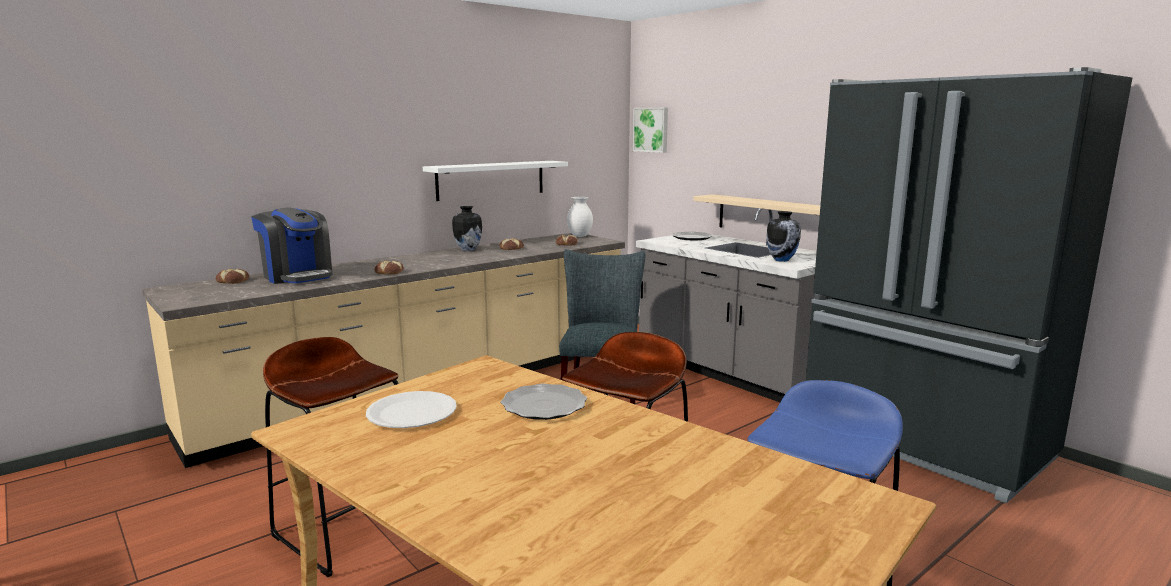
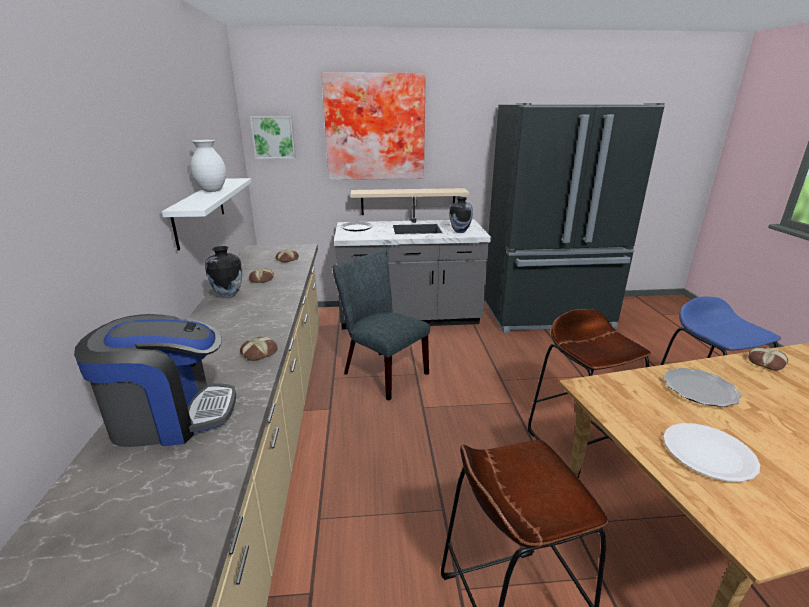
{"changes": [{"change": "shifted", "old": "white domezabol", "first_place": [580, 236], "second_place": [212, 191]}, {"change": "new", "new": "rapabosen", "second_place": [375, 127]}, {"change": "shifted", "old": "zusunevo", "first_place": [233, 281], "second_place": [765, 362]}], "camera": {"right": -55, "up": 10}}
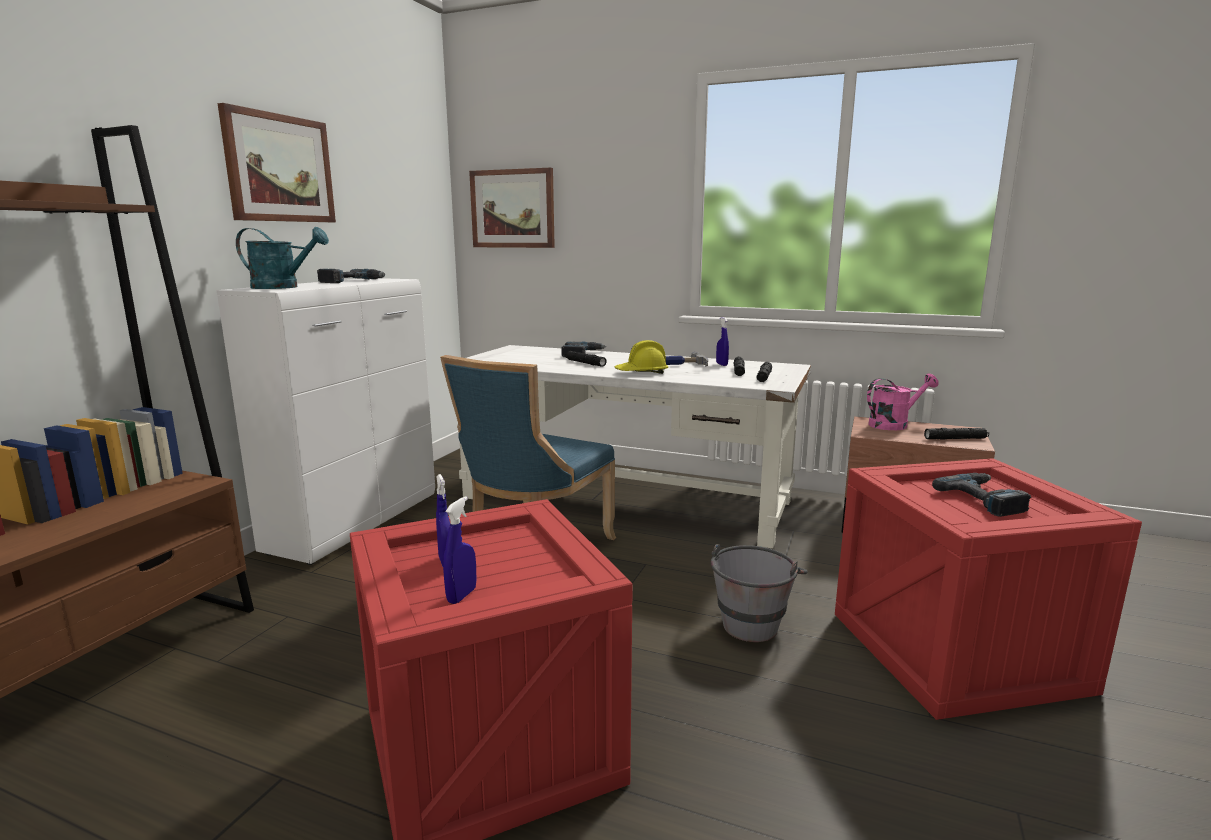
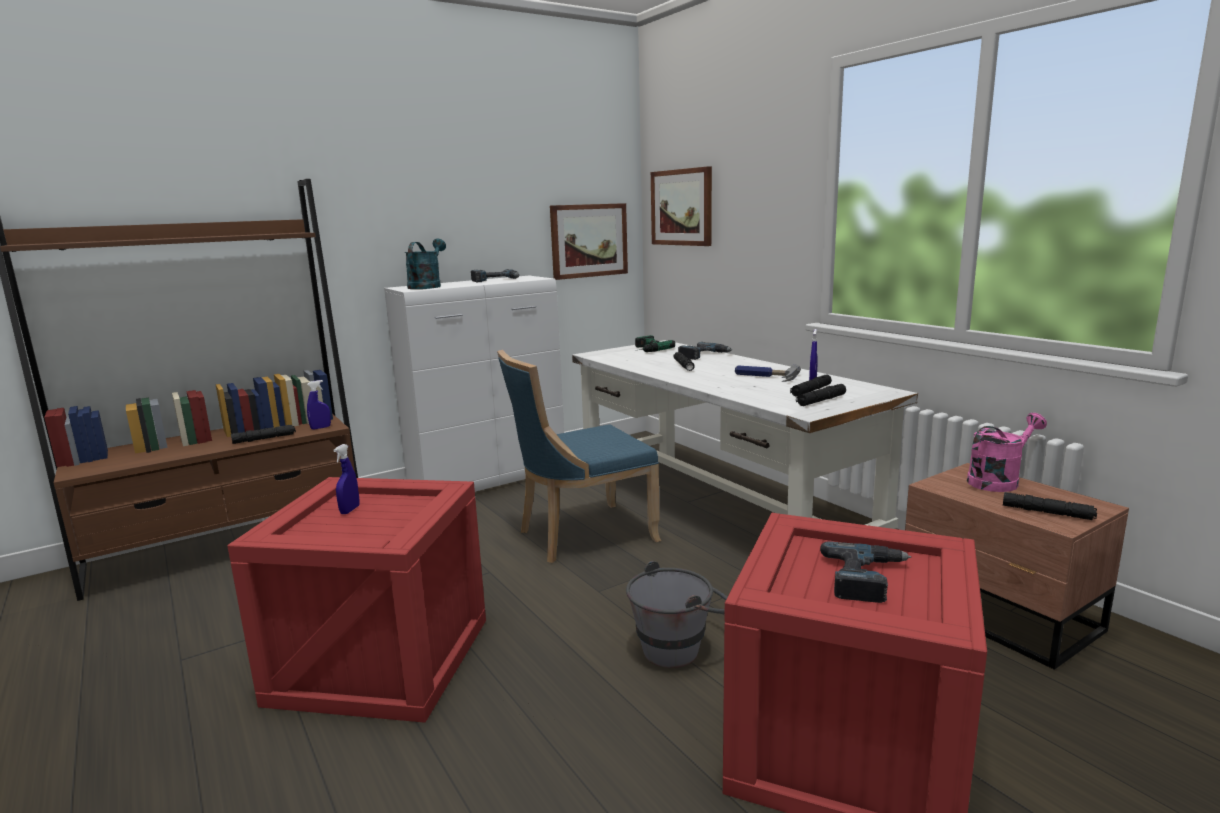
{"changes": [{"change": "new", "new": "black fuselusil", "second_place": [264, 439]}, {"change": "shifted", "old": "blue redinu", "first_place": [461, 595], "second_place": [320, 428]}, {"change": "rotated", "old": "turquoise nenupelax", "first_place": [283, 287], "second_place": [427, 286], "degrees": -120}, {"change": "shifted", "old": "rapabosen", "first_place": [279, 168], "second_place": [589, 240]}, {"change": "new", "new": "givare", "second_place": [645, 349]}, {"change": "rotated", "old": "pink nenupelax", "first_place": [894, 424], "second_place": [998, 481], "degrees": -45}, {"change": "gone", "old": "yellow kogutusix", "first_place": [641, 372]}], "camera": {"right": 35, "up": 0}}
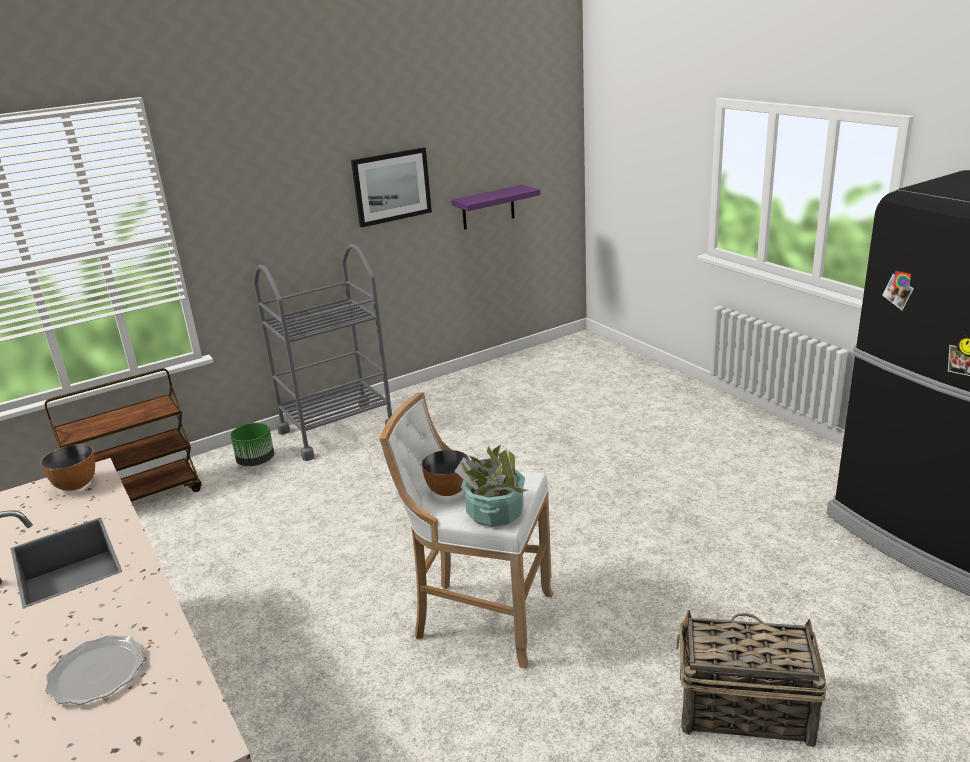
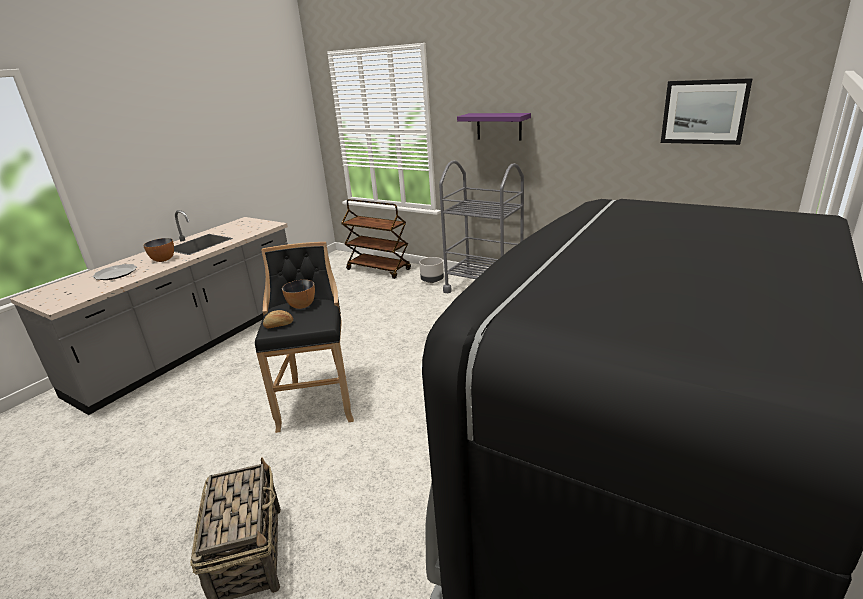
{"changes": [{"change": "shifted", "old": "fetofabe", "first_place": [76, 485], "second_place": [163, 260]}, {"change": "repainted", "old": "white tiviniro", "new": "black tiviniro", "first_place": [479, 618], "second_place": [317, 400]}, {"change": "swapped", "old": "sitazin", "new": "zusunevo", "first_place": [495, 512], "second_place": [279, 325]}, {"change": "repainted", "old": "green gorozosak", "new": "grey gorozosak", "first_place": [256, 461], "second_place": [432, 280]}, {"change": "shifted", "old": "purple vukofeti", "first_place": [488, 207], "second_place": [499, 126]}, {"change": "shifted", "old": "rapabosen", "first_place": [391, 186], "second_place": [704, 112]}], "camera": {"right": 65, "up": 0}}
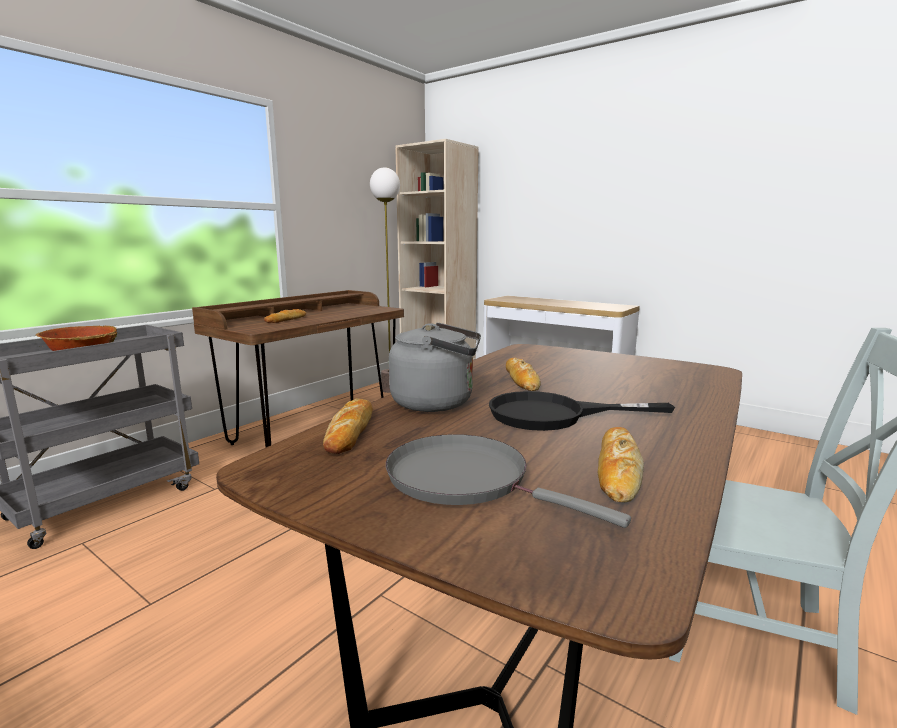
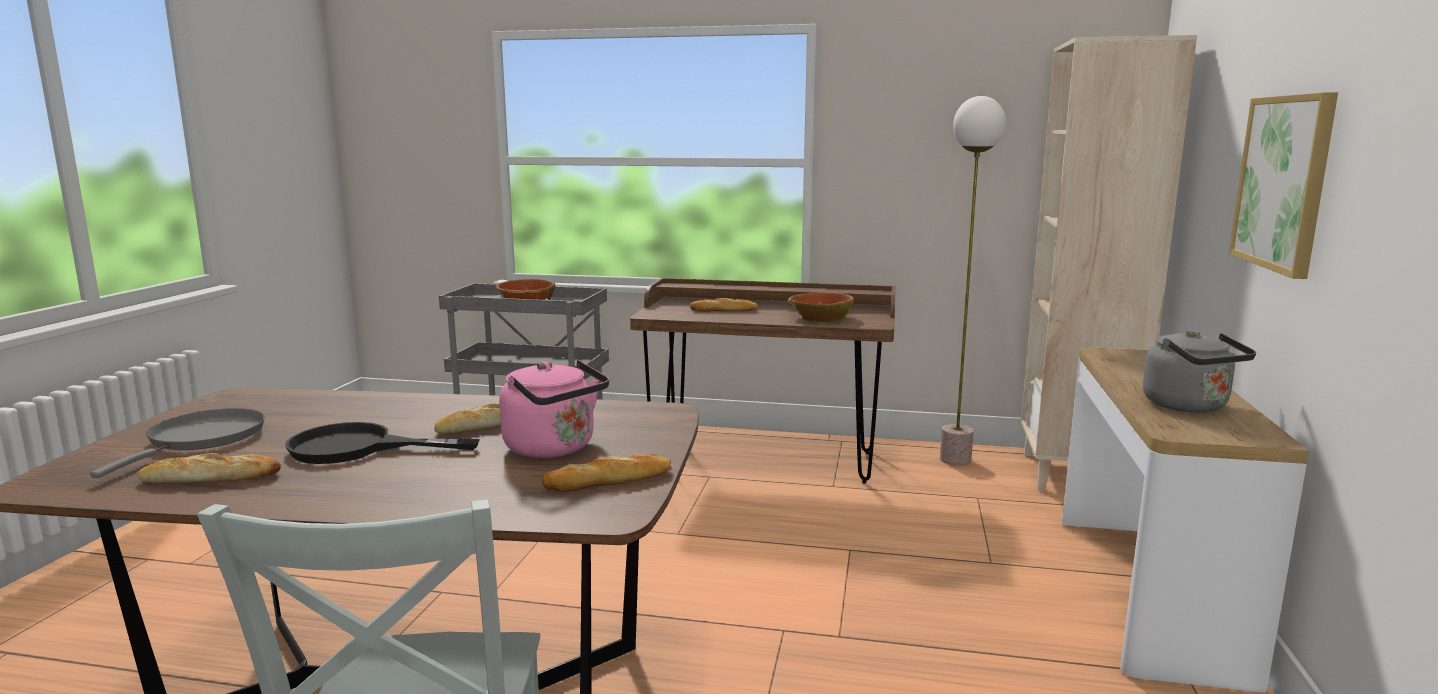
{"changes": [{"change": "rotated", "old": "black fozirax", "first_place": [554, 415], "second_place": [358, 448], "degrees": -60}, {"change": "new", "new": "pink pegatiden", "second_place": [554, 448]}, {"change": "shifted", "old": "zusunevo", "first_place": [350, 431], "second_place": [609, 480]}, {"change": "new", "new": "fetofabe", "second_place": [820, 317]}, {"change": "shifted", "old": "grey pegatiden", "first_place": [438, 403], "second_place": [1189, 406]}, {"change": "new", "new": "rapabosen", "second_place": [1284, 182]}], "camera": {"right": 65, "up": 0}}
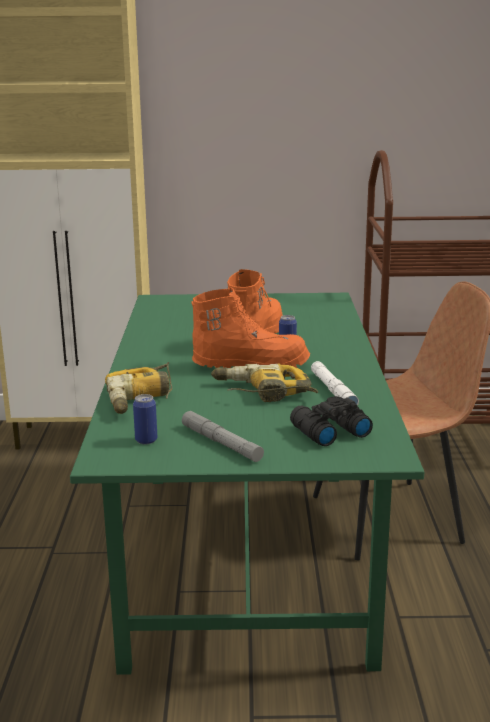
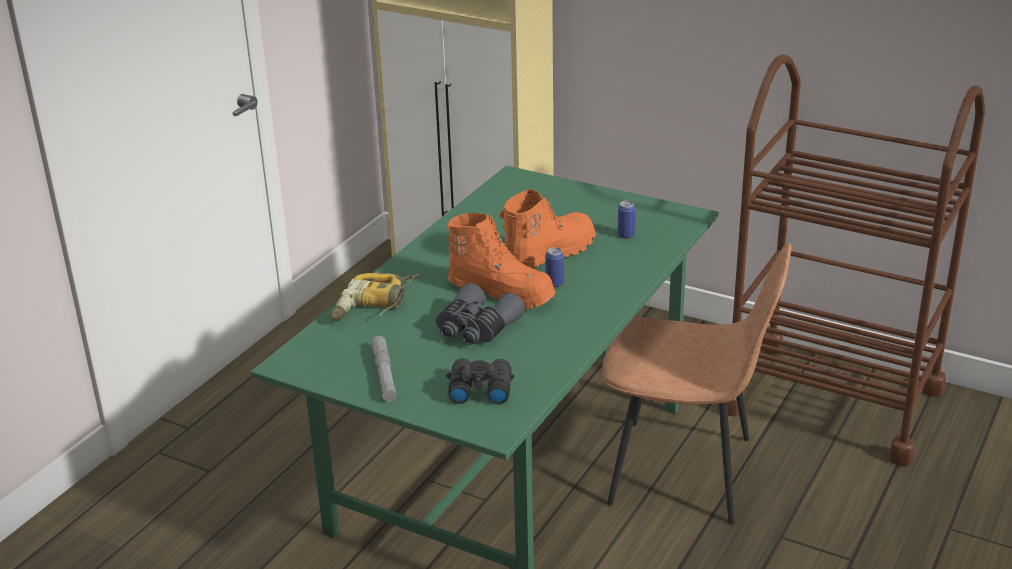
{"changes": [{"change": "swapped", "old": "givare", "new": "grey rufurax", "first_place": [263, 393], "second_place": [476, 329]}, {"change": "shifted", "old": "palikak", "first_place": [146, 440], "second_place": [626, 235]}, {"change": "gone", "old": "white fuselusil", "first_place": [333, 390]}], "camera": {"right": 30, "up": 10}}
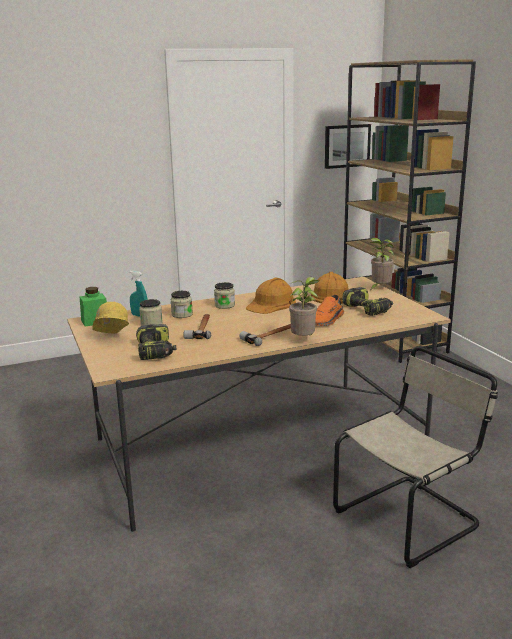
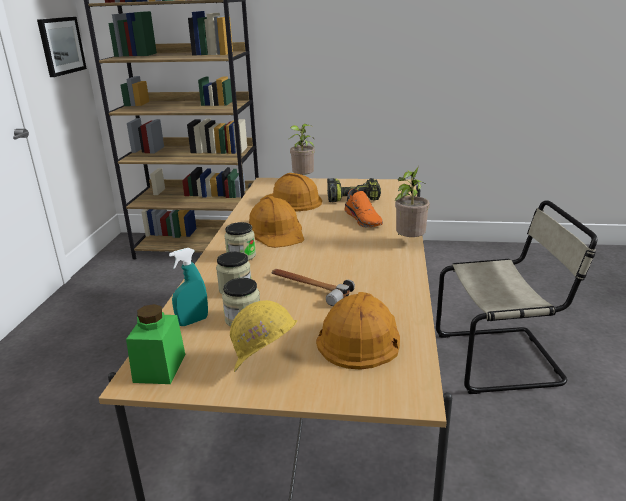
{"changes": [{"change": "swapped", "old": "givare", "new": "orange kogutusix", "first_place": [156, 351], "second_place": [360, 337]}, {"change": "rotated", "old": "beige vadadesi", "first_place": [410, 517], "second_place": [502, 359], "degrees": 90}, {"change": "gone", "old": "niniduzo", "first_place": [271, 335]}], "camera": {"right": -60, "up": 5}}
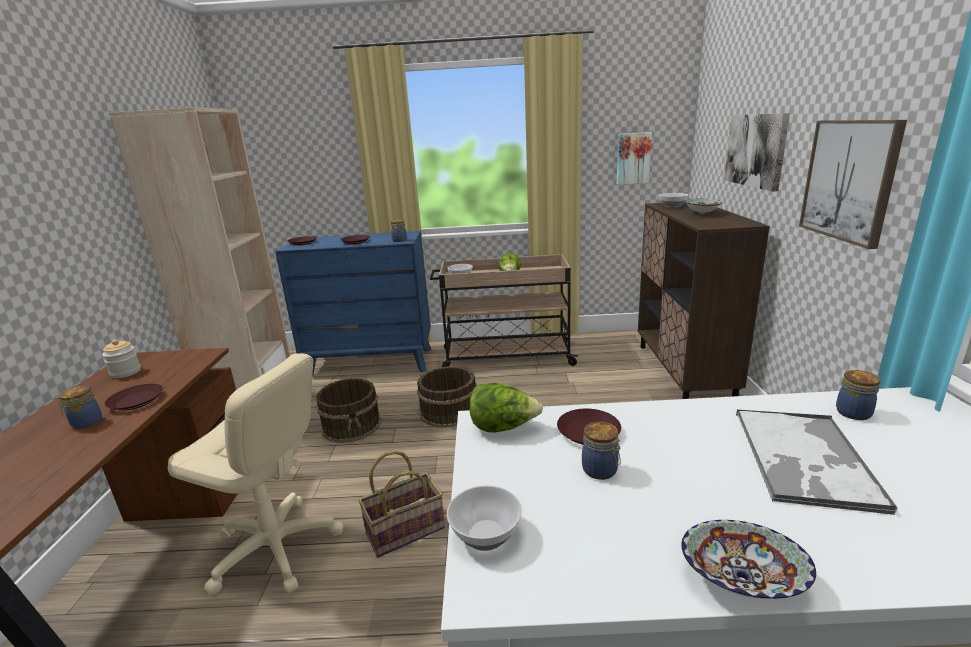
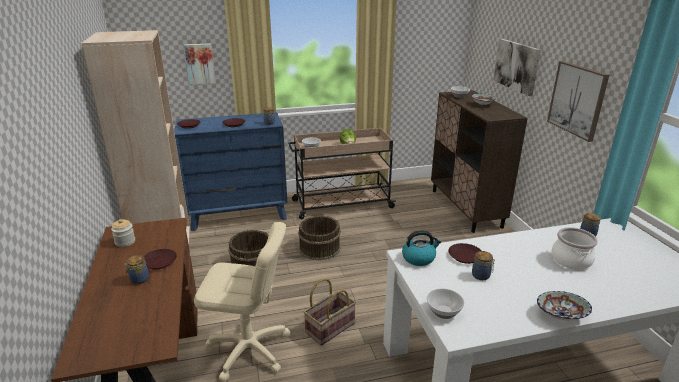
{"changes": [{"change": "shifted", "old": "rapabosen", "first_place": [633, 158], "second_place": [200, 63]}, {"change": "swapped", "old": "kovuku", "new": "pegatiden", "first_place": [503, 428], "second_place": [419, 258]}, {"change": "swapped", "old": "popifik", "new": "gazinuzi", "first_place": [804, 458], "second_place": [571, 260]}], "camera": {"right": -15, "up": 5}}
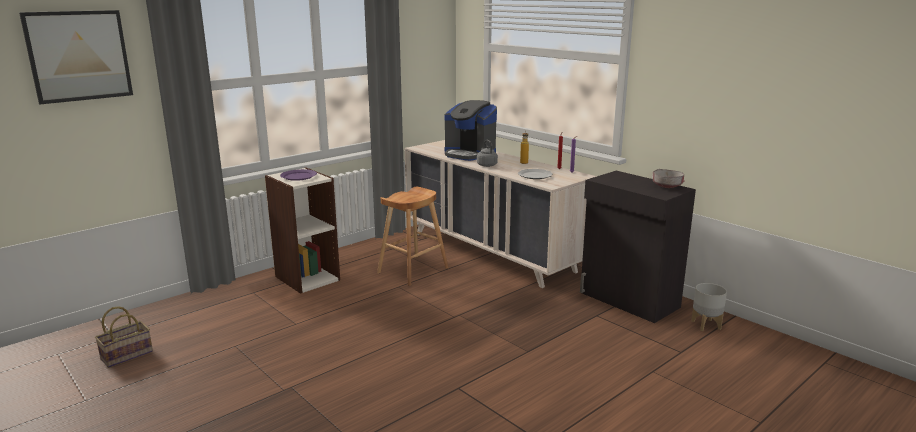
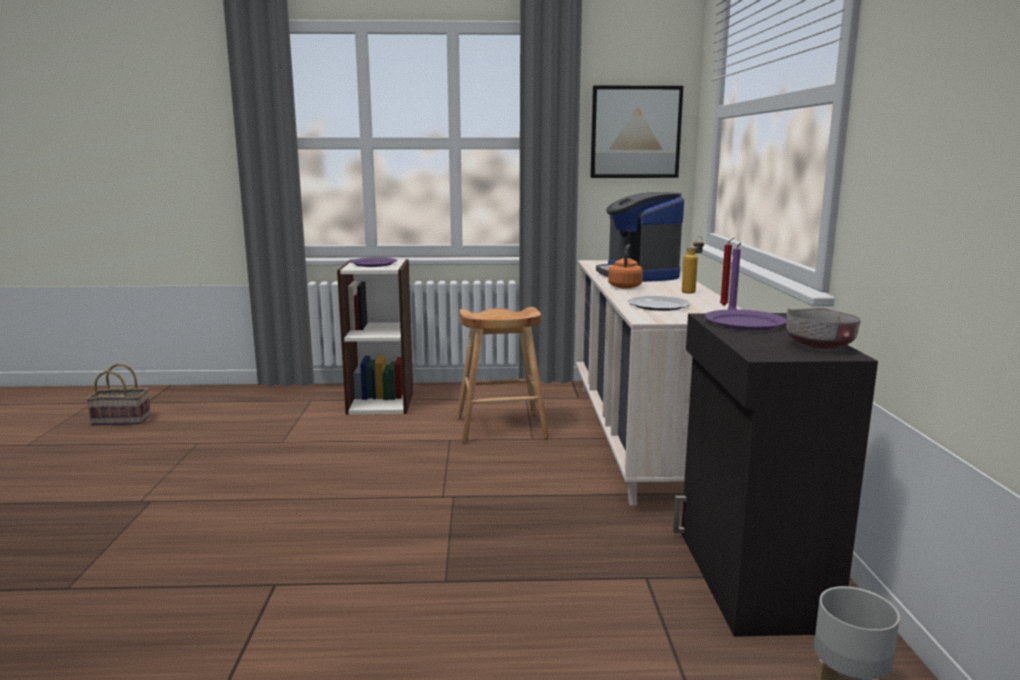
{"changes": [{"change": "shifted", "old": "rapabosen", "first_place": [79, 56], "second_place": [635, 132]}, {"change": "repainted", "old": "grey pegatiden", "new": "orange pegatiden", "first_place": [486, 165], "second_place": [625, 286]}, {"change": "new", "new": "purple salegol", "second_place": [744, 323]}], "camera": {"right": 40, "up": -5}}
